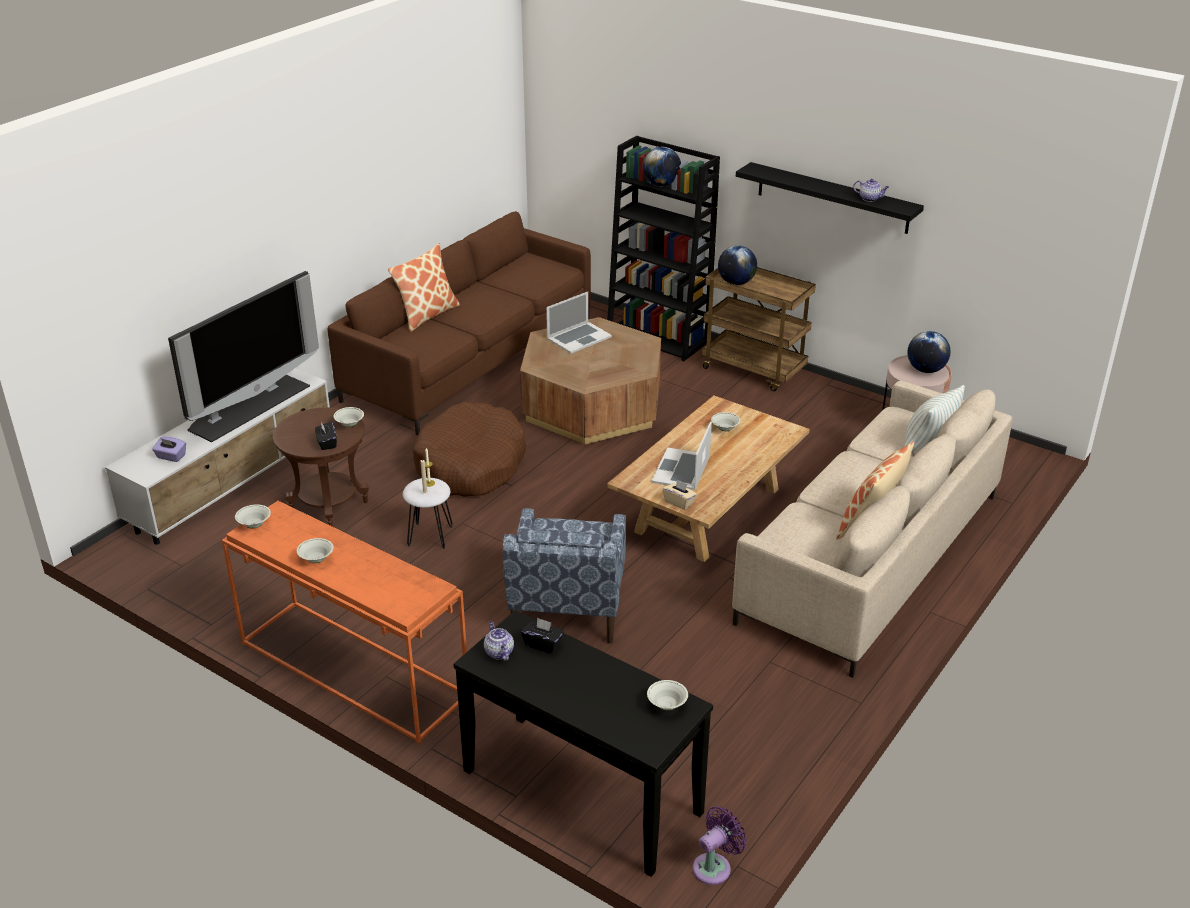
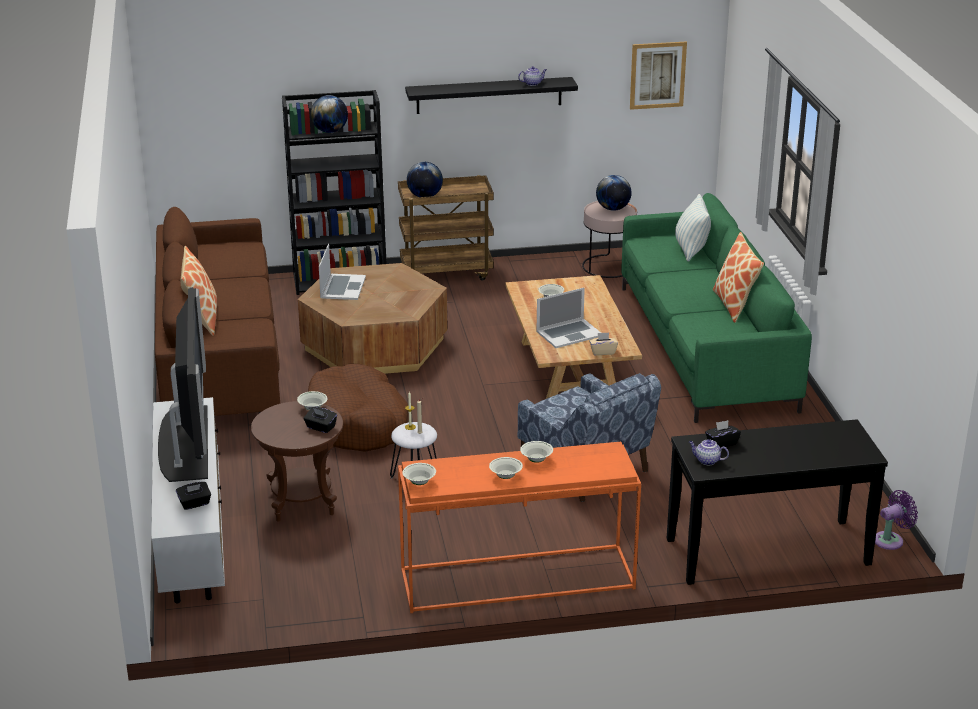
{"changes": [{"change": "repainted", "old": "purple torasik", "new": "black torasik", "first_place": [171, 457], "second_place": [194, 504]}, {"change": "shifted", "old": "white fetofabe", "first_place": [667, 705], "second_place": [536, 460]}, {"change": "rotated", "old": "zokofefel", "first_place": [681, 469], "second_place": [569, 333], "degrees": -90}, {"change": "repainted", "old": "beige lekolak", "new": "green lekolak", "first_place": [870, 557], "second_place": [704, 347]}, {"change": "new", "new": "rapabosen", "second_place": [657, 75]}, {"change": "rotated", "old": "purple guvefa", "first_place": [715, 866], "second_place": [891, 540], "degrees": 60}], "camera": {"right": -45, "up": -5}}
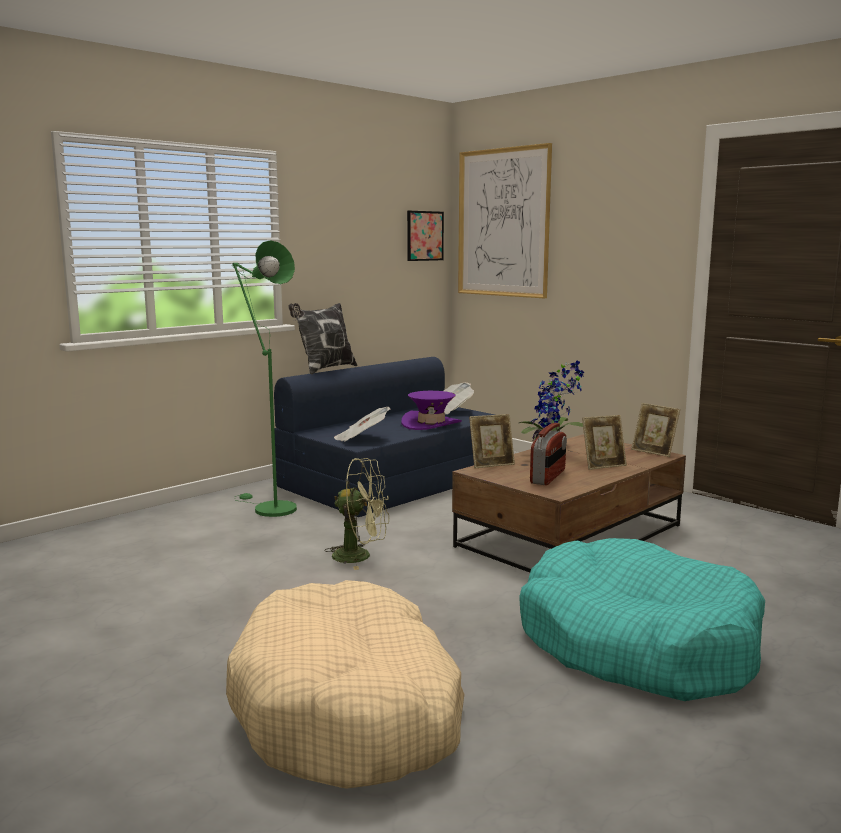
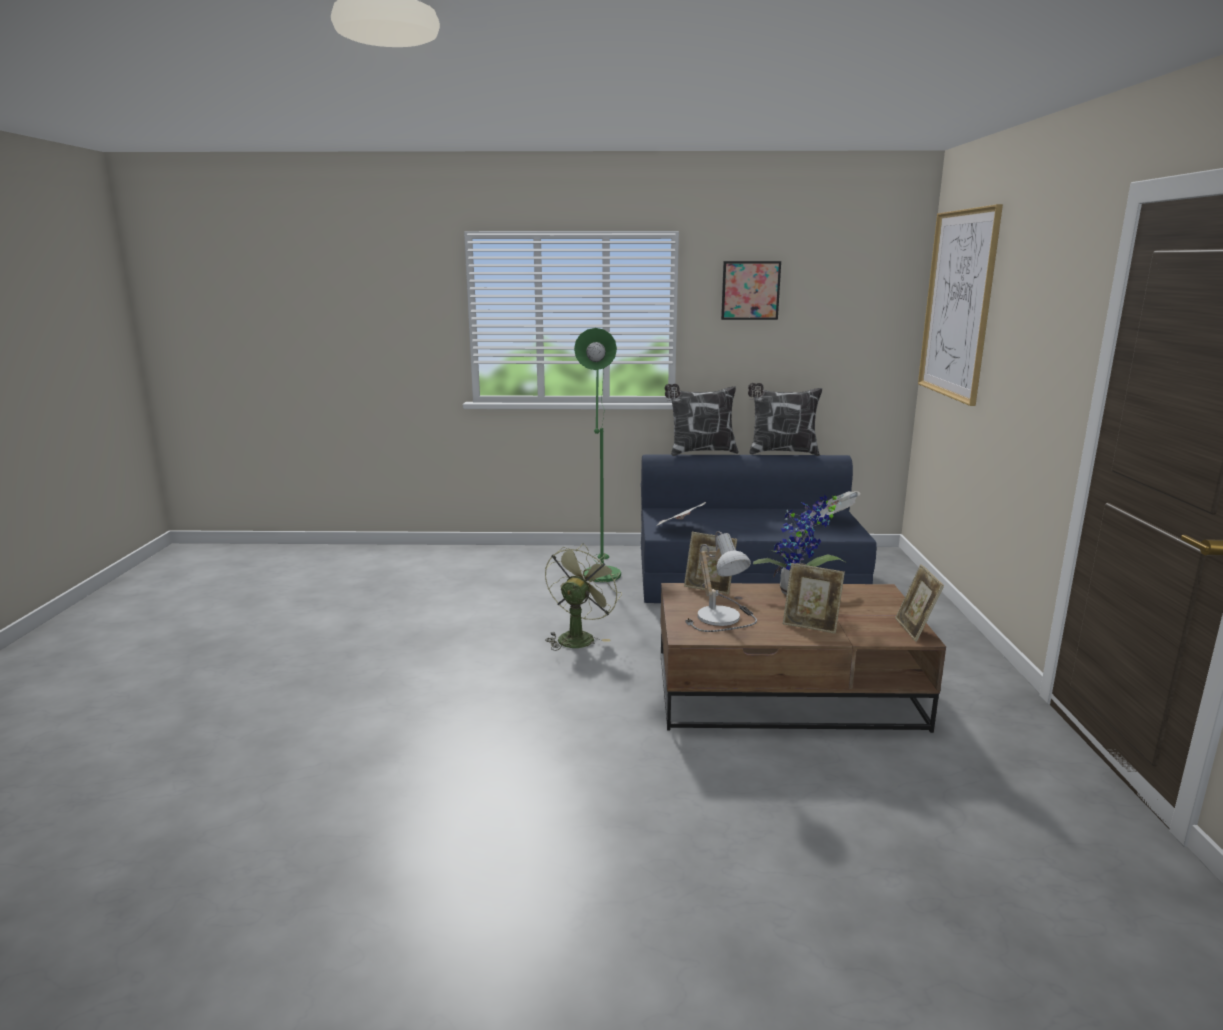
{"changes": [{"change": "rotated", "old": "green guvefa", "first_place": [360, 556], "second_place": [578, 637], "degrees": -120}, {"change": "swapped", "old": "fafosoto", "new": "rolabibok", "first_place": [548, 477], "second_place": [723, 617]}, {"change": "shifted", "old": "rapabosen", "first_place": [425, 236], "second_place": [750, 290]}, {"change": "new", "new": "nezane", "second_place": [781, 452]}, {"change": "gone", "old": "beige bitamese", "first_place": [349, 710]}, {"change": "gone", "old": "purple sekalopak", "first_place": [431, 424]}, {"change": "gone", "old": "turquoise bitamese", "first_place": [636, 643]}], "camera": {"right": 45, "up": 5}}
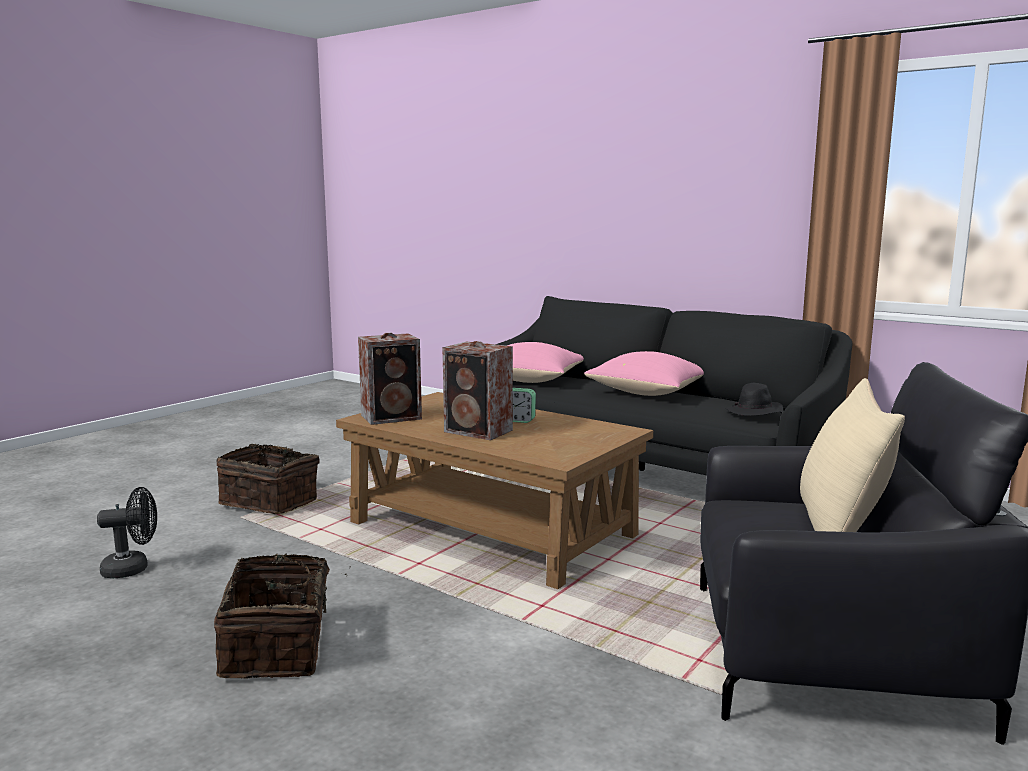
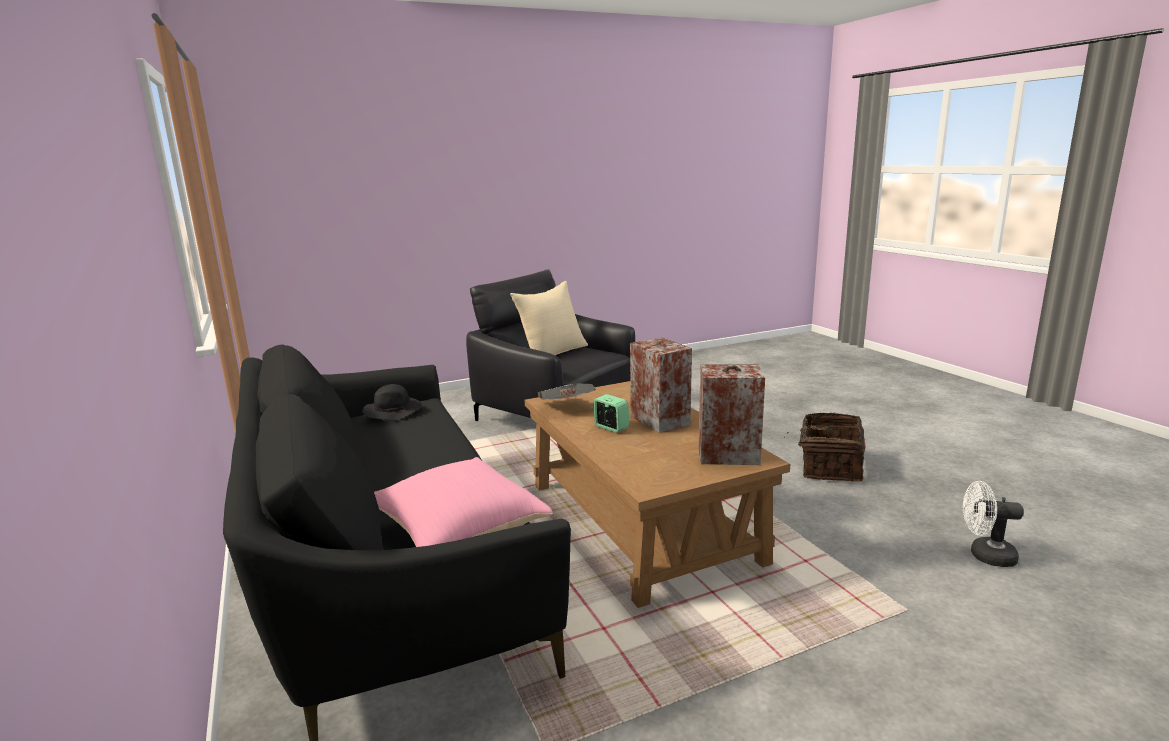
{"changes": [{"change": "new", "new": "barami", "second_place": [567, 407]}, {"change": "repainted", "old": "black guvefa", "new": "white guvefa", "first_place": [133, 569], "second_place": [985, 556]}, {"change": "gone", "old": "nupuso", "first_place": [271, 502]}, {"change": "gone", "old": "pink nezane", "first_place": [650, 393]}], "camera": {"right": -150, "up": 5}}
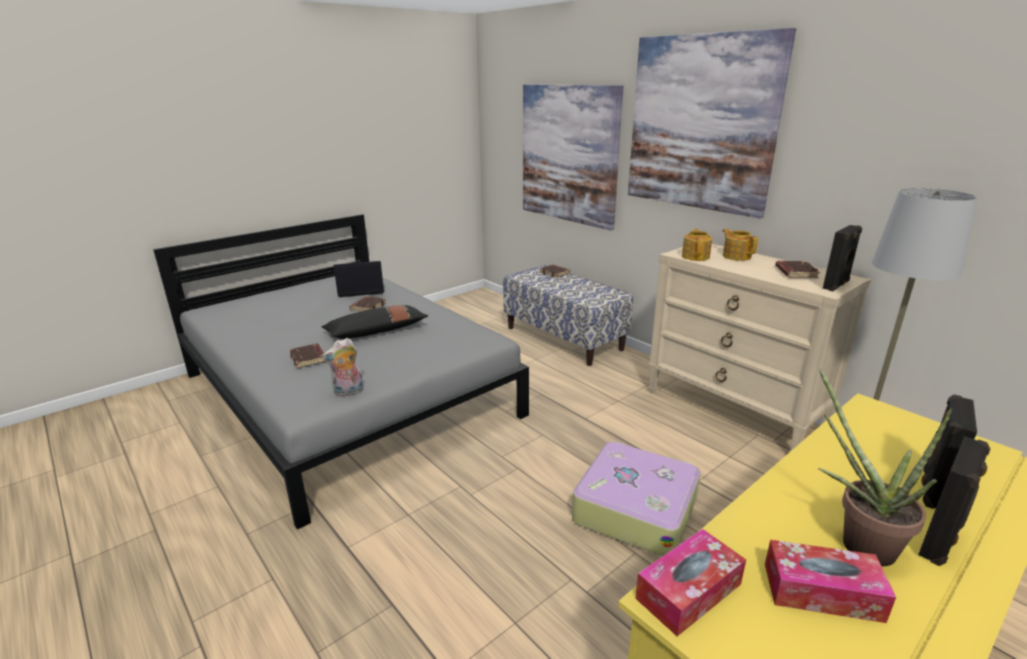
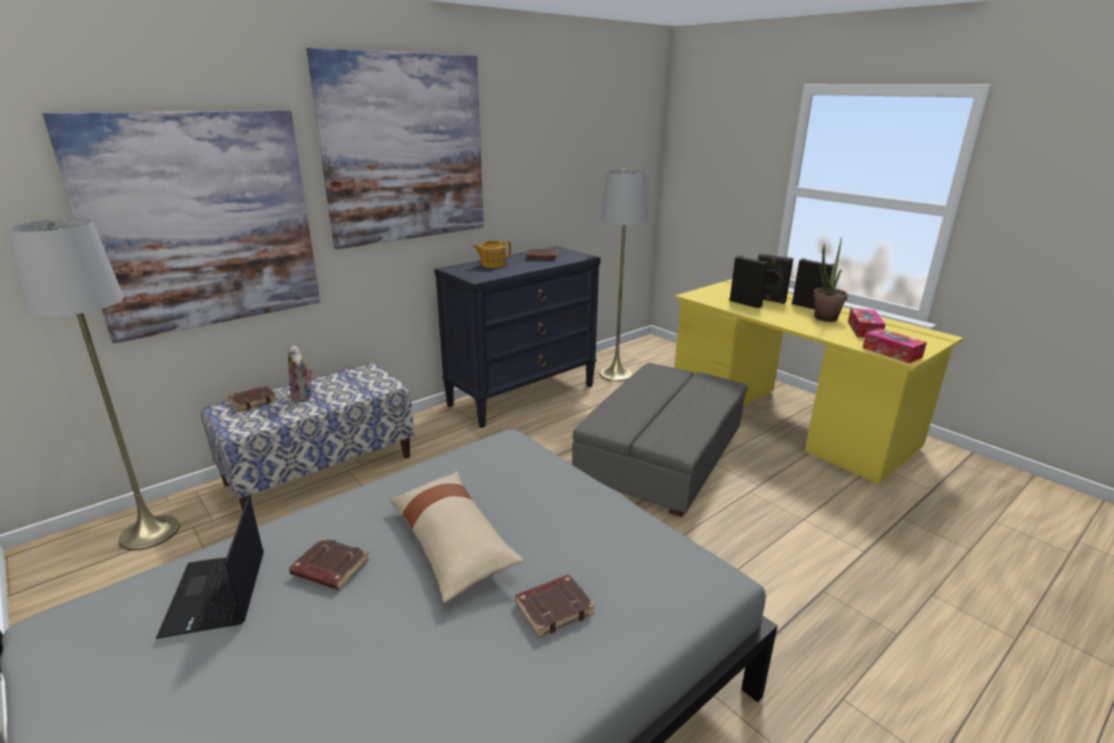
{"changes": [{"change": "new", "new": "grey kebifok", "second_place": [149, 533]}, {"change": "shifted", "old": "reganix", "first_place": [348, 392], "second_place": [304, 396]}, {"change": "repainted", "old": "black nezane", "new": "beige nezane", "first_place": [377, 332], "second_place": [452, 544]}, {"change": "repainted", "old": "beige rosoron", "new": "black rosoron", "first_place": [733, 410], "second_place": [522, 395]}, {"change": "swapped", "old": "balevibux", "new": "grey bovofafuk", "first_place": [635, 508], "second_place": [662, 456]}, {"change": "shifted", "old": "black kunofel", "first_place": [836, 285], "second_place": [746, 303]}, {"change": "gone", "old": "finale", "first_place": [695, 256]}], "camera": {"right": -90, "up": 0}}
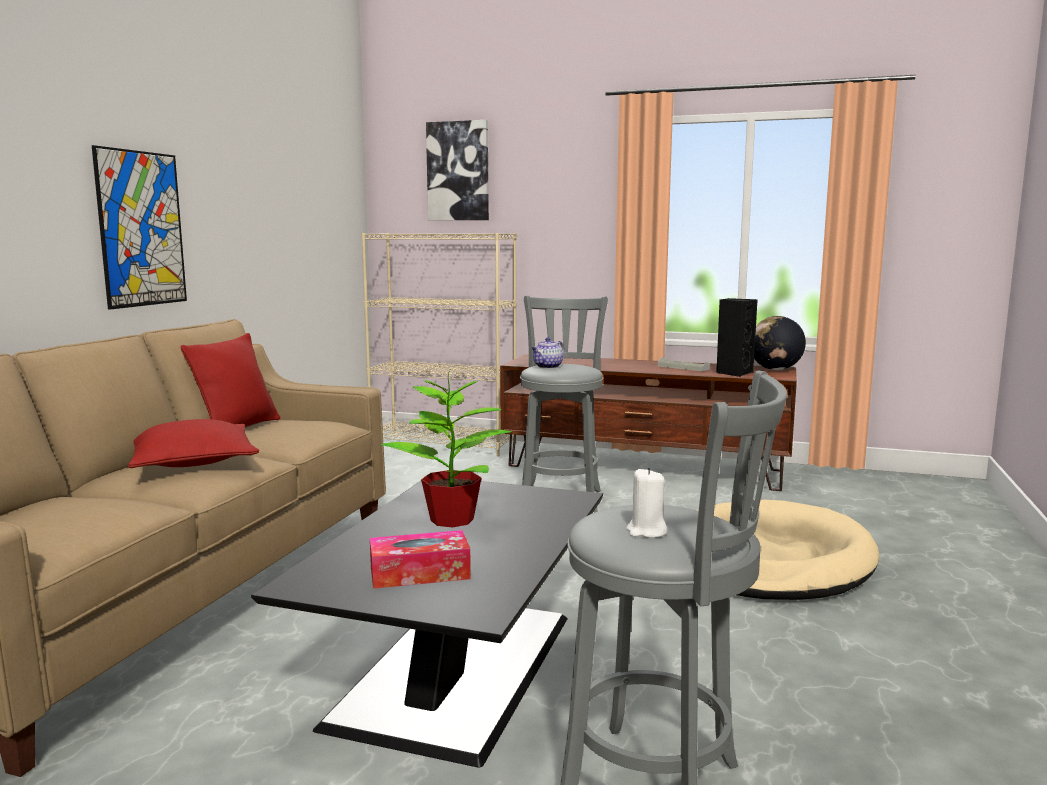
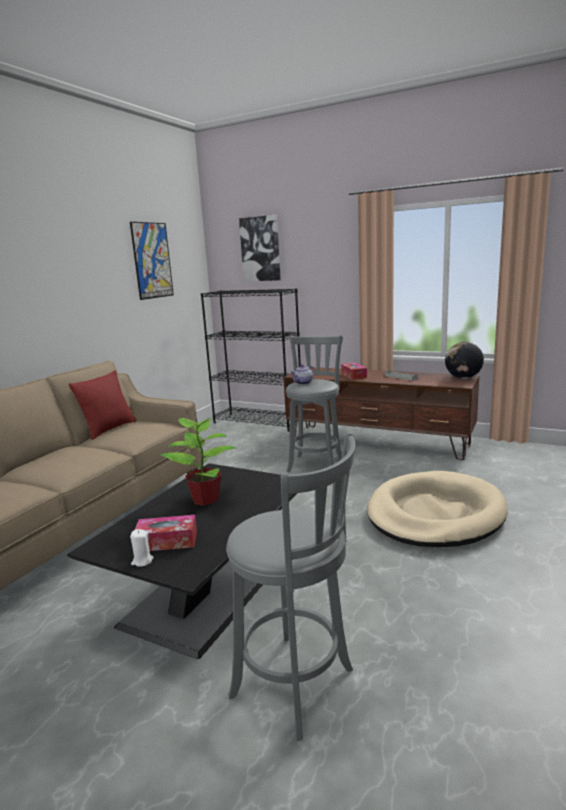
{"changes": [{"change": "shifted", "old": "rapabosen", "first_place": [141, 229], "second_place": [152, 260]}, {"change": "shifted", "old": "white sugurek", "first_place": [646, 531], "second_place": [142, 561]}, {"change": "repainted", "old": "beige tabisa", "new": "black tabisa", "first_place": [444, 443], "second_place": [258, 422]}, {"change": "new", "new": "torasik", "second_place": [353, 375]}, {"change": "gone", "old": "red nezane", "first_place": [193, 462]}, {"change": "gone", "old": "black kunofel", "first_place": [734, 373]}], "camera": {"right": 10, "up": 5}}
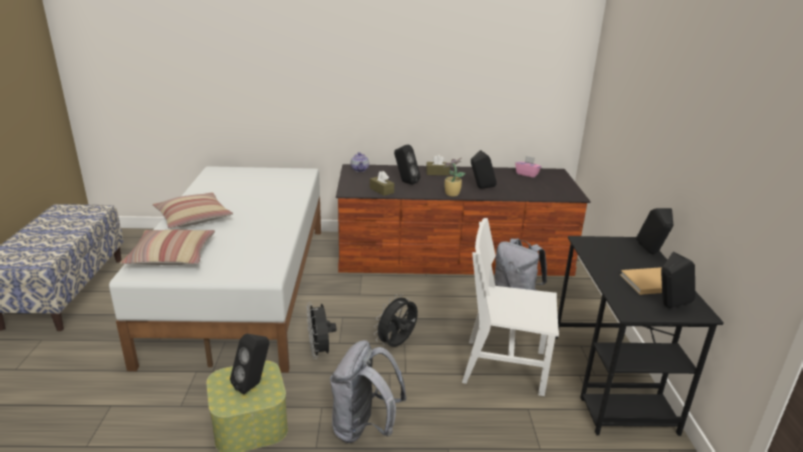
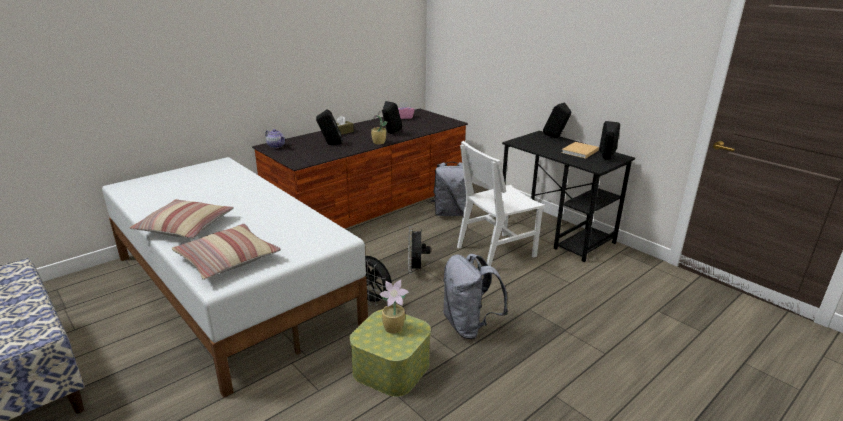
{"changes": [{"change": "swapped", "old": "black kunofel", "new": "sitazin", "first_place": [254, 384], "second_place": [394, 328]}, {"change": "gone", "old": "brown torasik", "first_place": [381, 190]}], "camera": {"right": -40, "up": 0}}
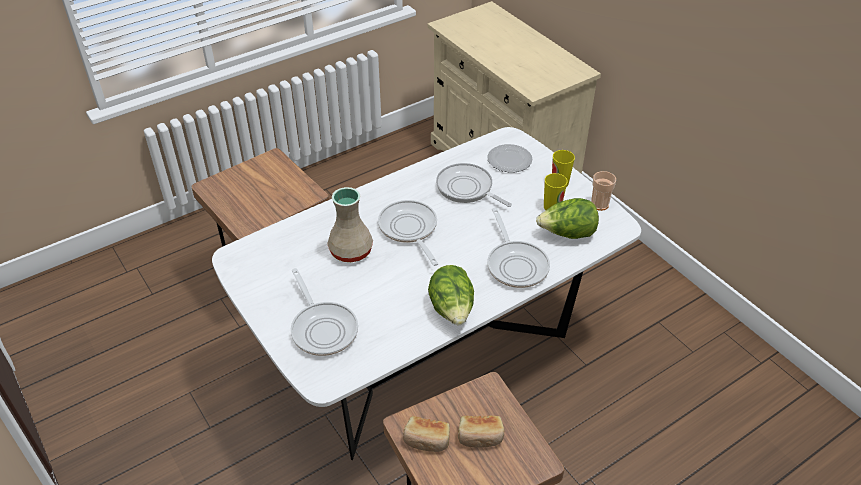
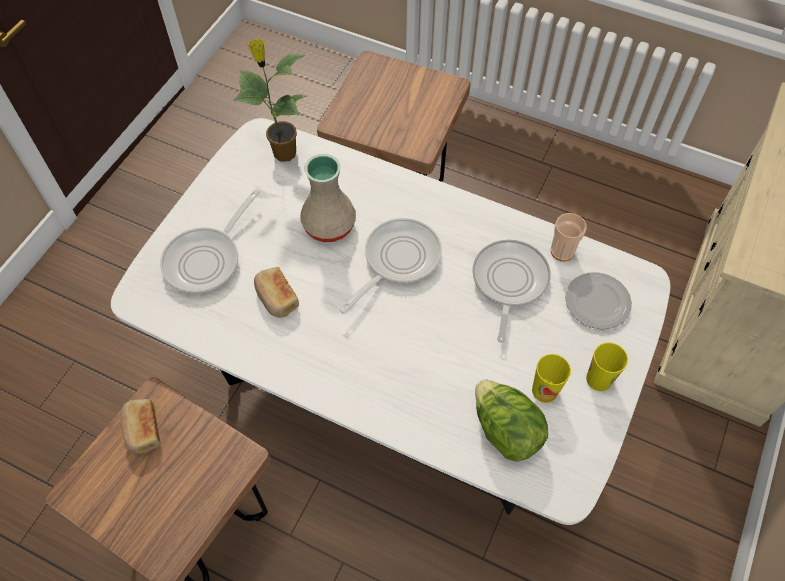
{"changes": [{"change": "new", "new": "sitazin", "second_place": [283, 153]}, {"change": "shifted", "old": "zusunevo", "first_place": [480, 437], "second_place": [276, 298]}, {"change": "shifted", "old": "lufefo", "first_place": [599, 204], "second_place": [562, 251]}, {"change": "gone", "old": "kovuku", "first_place": [452, 310]}, {"change": "gone", "old": "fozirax", "first_place": [516, 264]}], "camera": {"right": 60, "up": 15}}
